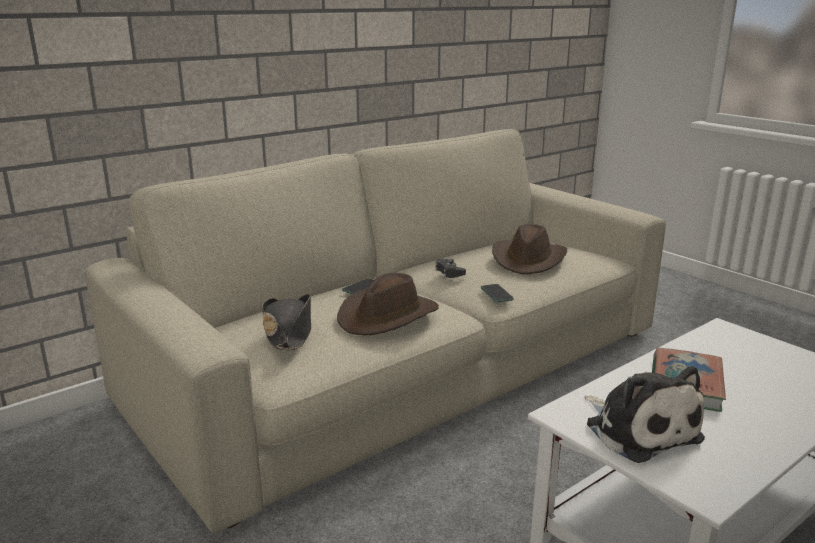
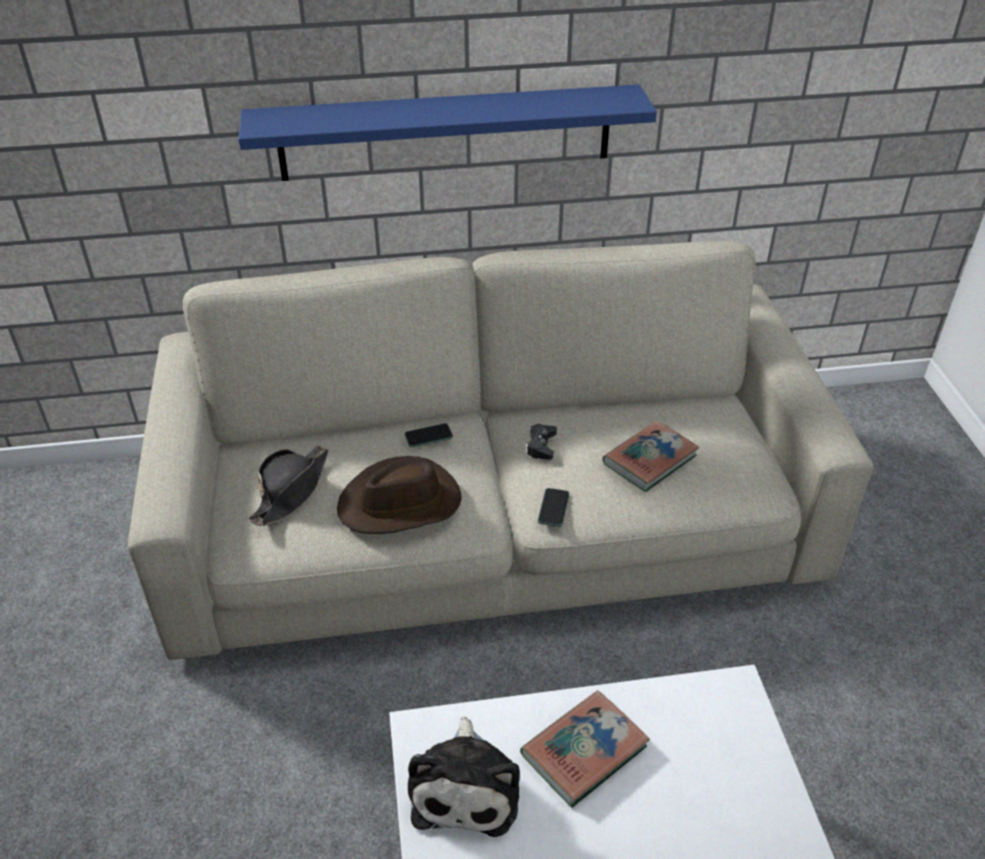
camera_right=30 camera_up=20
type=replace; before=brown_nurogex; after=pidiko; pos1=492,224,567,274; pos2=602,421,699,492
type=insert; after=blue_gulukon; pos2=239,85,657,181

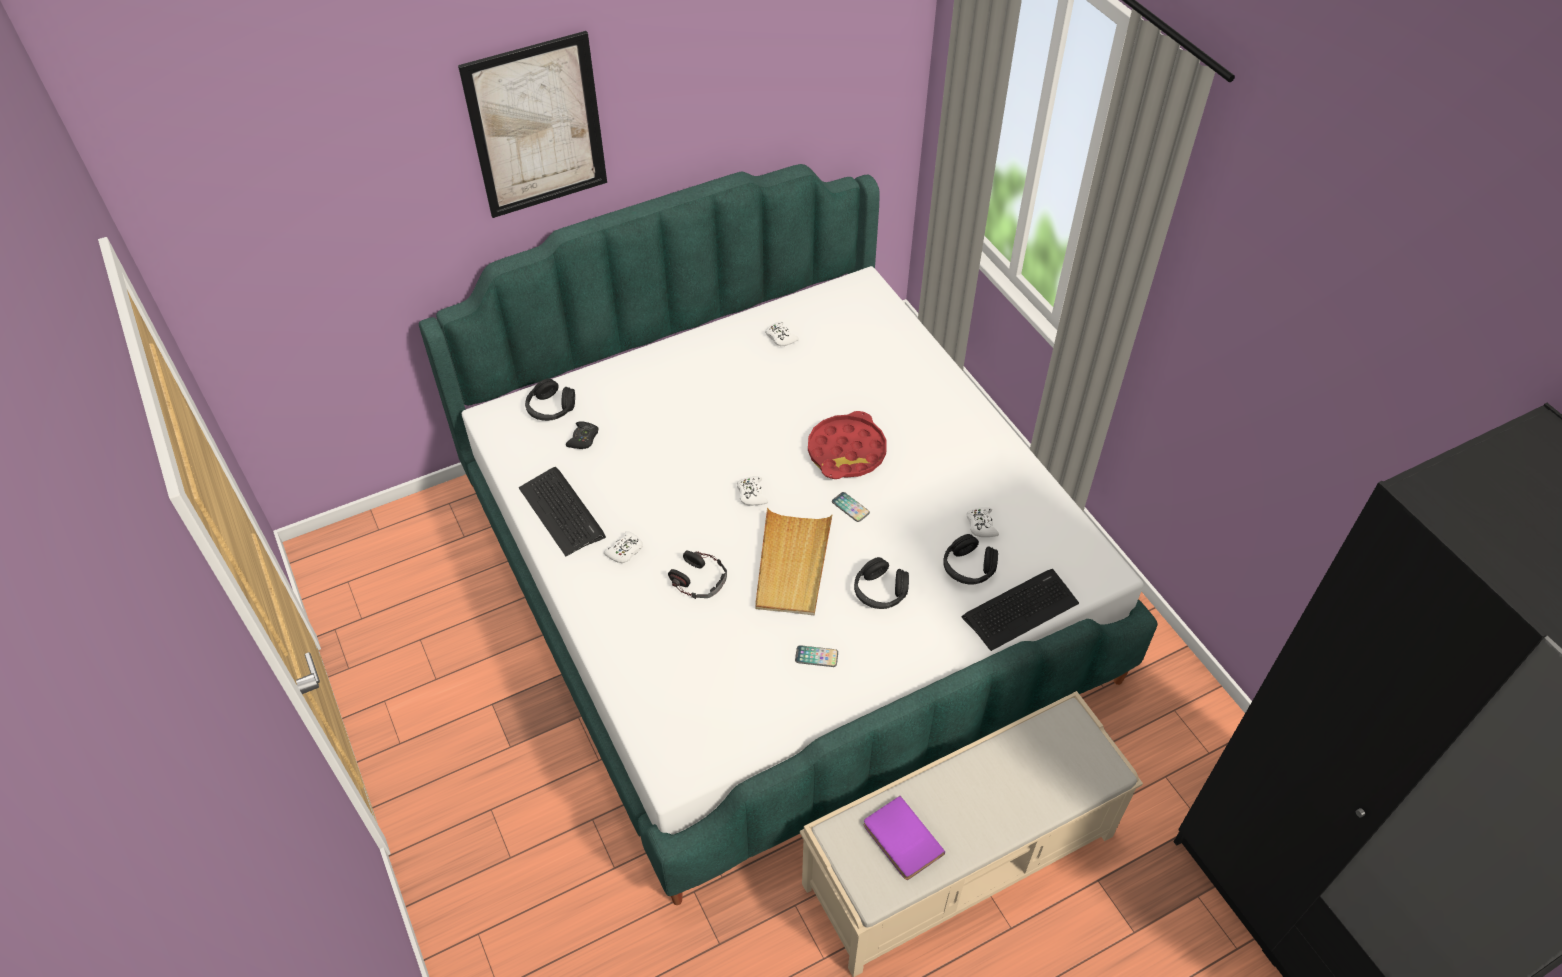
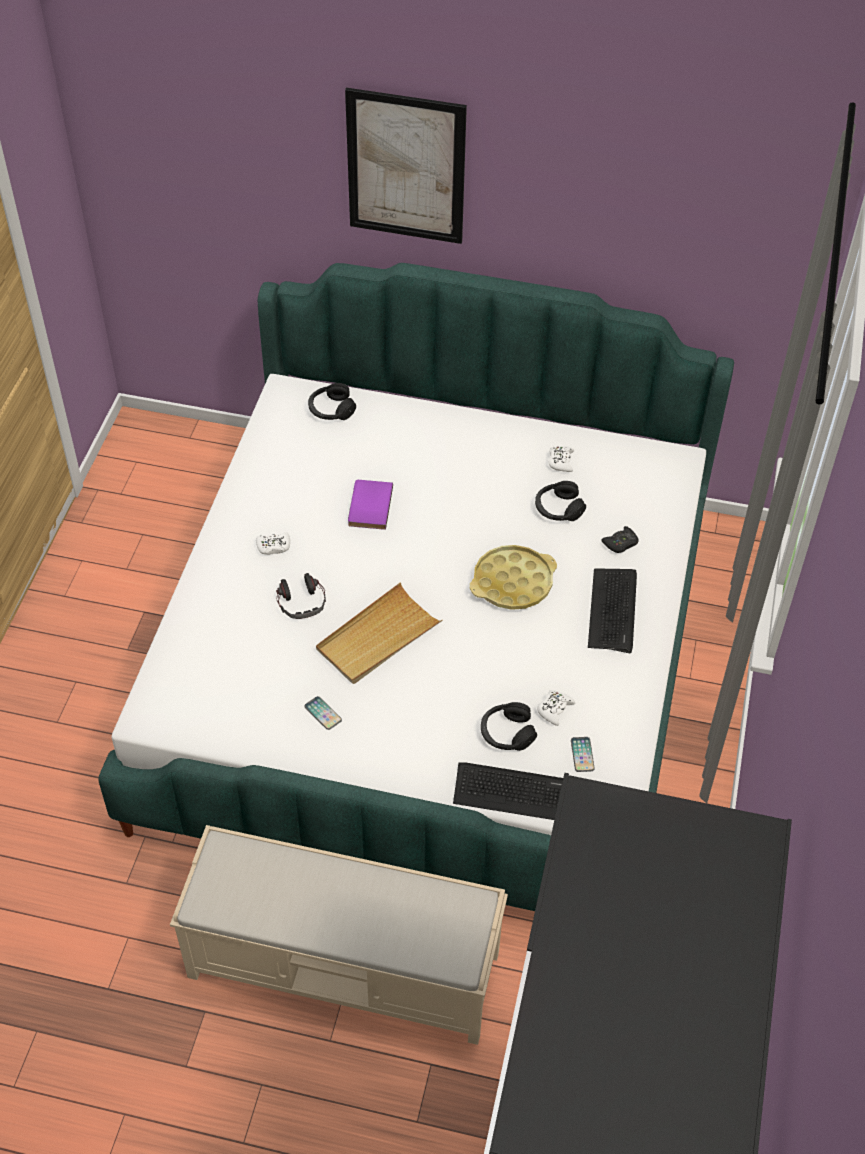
camera_right=40 camera_up=0
type=move; before=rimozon; pos1=519,467,606,556; pos2=588,568,637,653
type=move; before=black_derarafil; pos1=566,421,599,449; pos2=602,526,639,553
type=delete; before=white_derarafil; pos1=737,476,768,506
type=recolor; before=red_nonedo; after=yellow_nonedo; pos1=808,411,887,479; pos2=470,545,557,610
type=move; before=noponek; pos1=832,492,870,522; pos2=571,737,595,772
type=move; before=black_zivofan; pos1=854,557,909,609; pos2=535,481,586,521
type=move; before=purple_pidiko; pos1=864,796,945,880; pos2=348,480,393,530

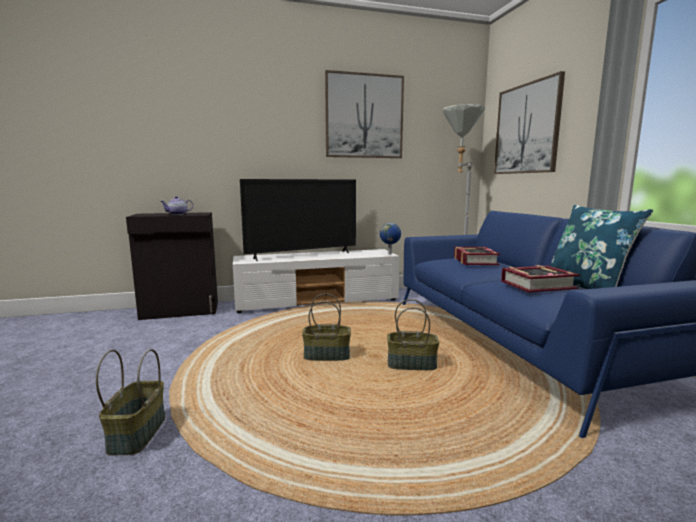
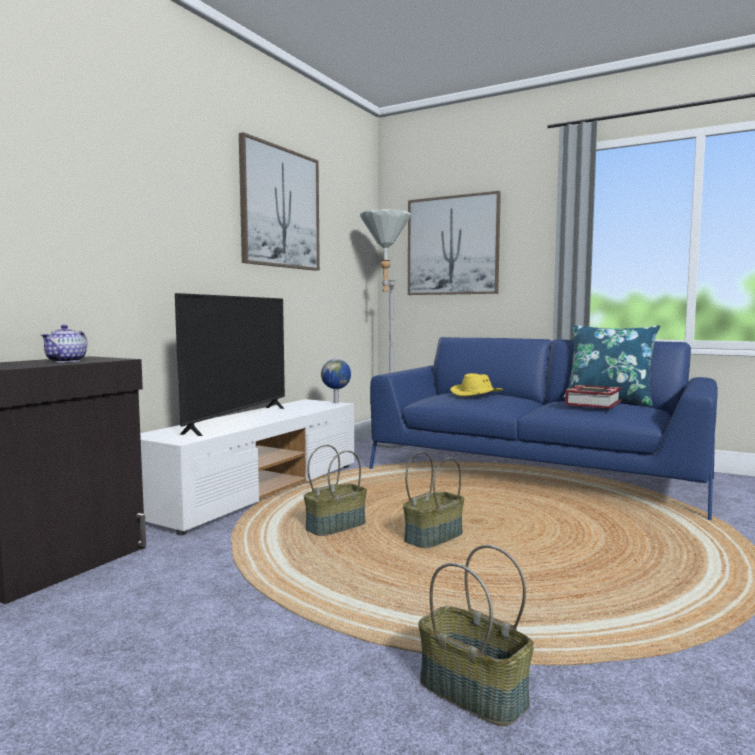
camera_right=-45 camera_up=-5
type=move; before=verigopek; pos1=387,299,439,370; pos2=304,445,367,536
type=replace; before=pidiko; after=yellow_nurogex; pos1=454,247,500,265; pos2=450,373,503,396

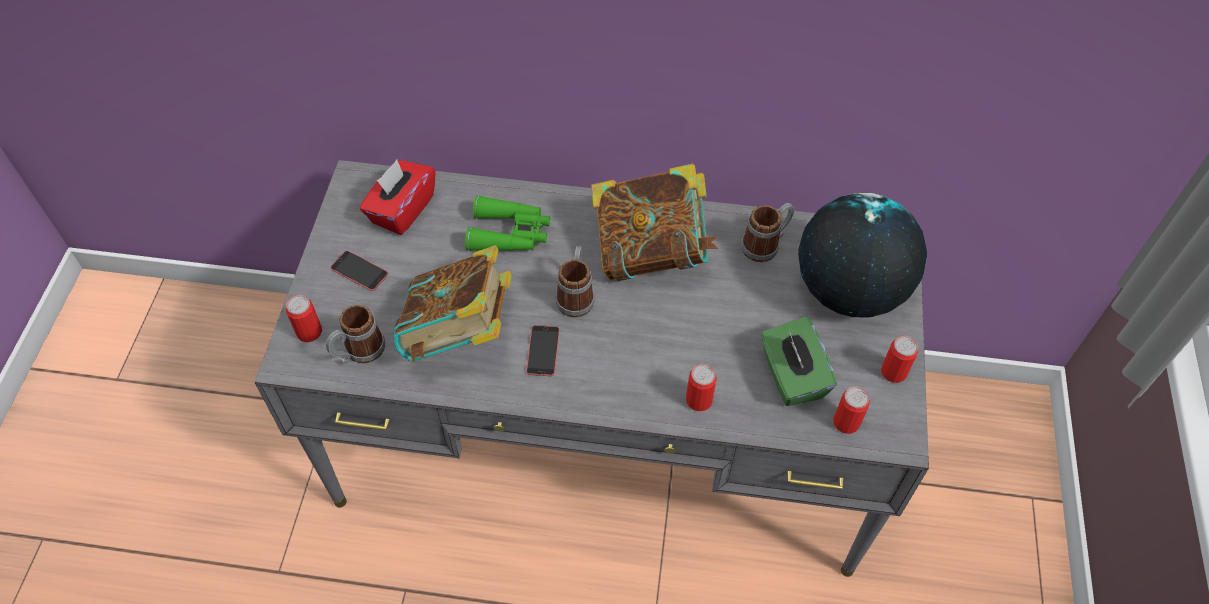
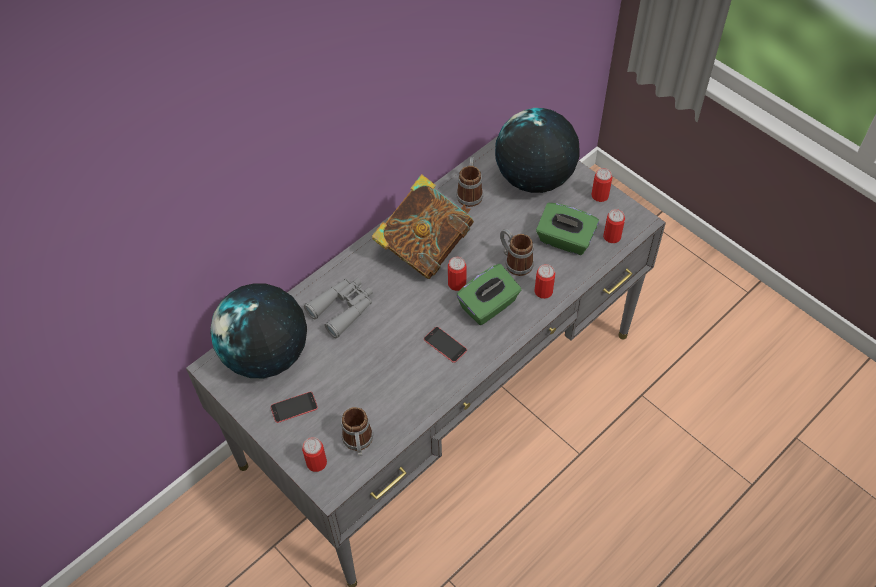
camera_right=-50 camera_up=0
type=replace; before=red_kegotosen; after=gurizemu; pos1=360,160,436,235; pos2=210,283,307,378
type=delete; before=pidiko; pos1=394,245,512,362
type=recolor; before=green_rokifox; after=grey_rokifox; pos1=465,195,550,251; pos2=304,278,373,338
type=move; before=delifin; pos1=556,246,595,317; pos2=500,229,534,276
type=insert; after=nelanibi; pos2=448,257,467,291
type=insert; after=green_kegotosen; pos2=457,264,521,325

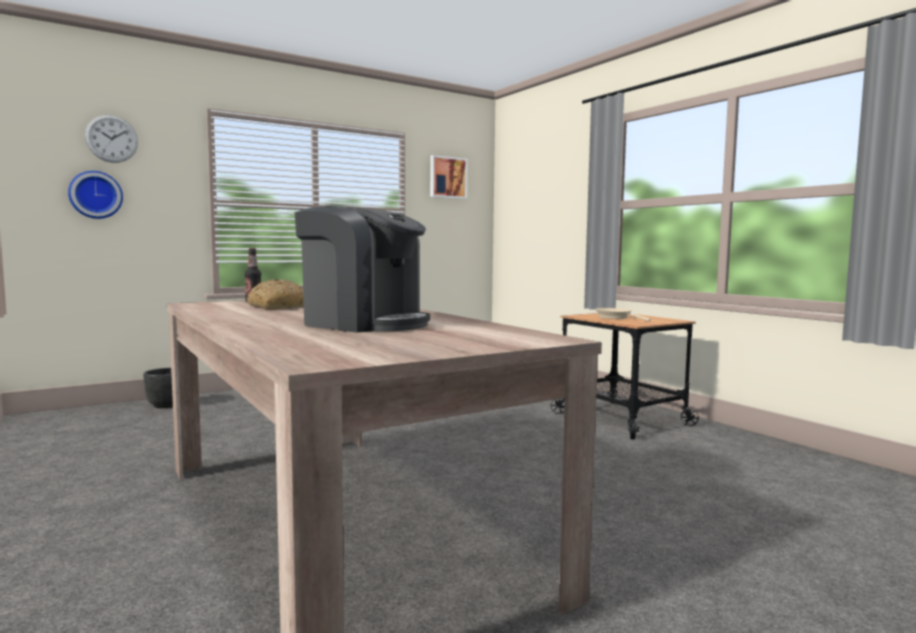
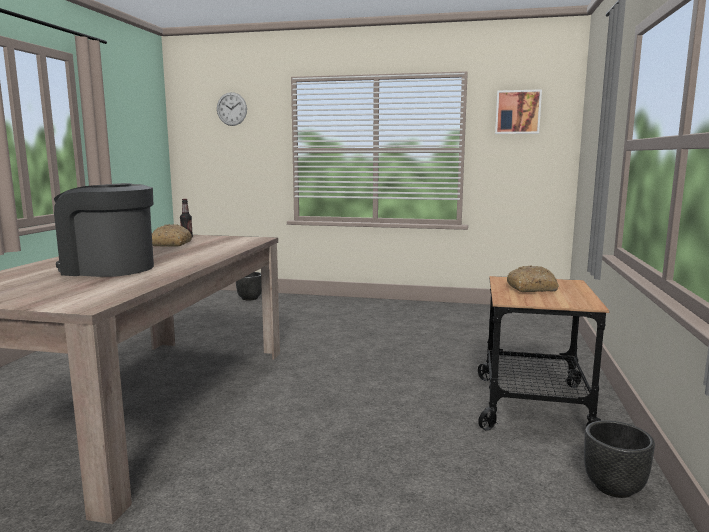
camera_right=45 camera_up=5
type=delete; before=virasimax; pos1=68,171,123,219
type=rotate; before=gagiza; pos1=295,206,430,333; pos2=54,183,154,277; turn=120
type=replace; before=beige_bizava; after=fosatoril; pos1=595,308,651,322; pos2=507,265,559,292
type=insert; after=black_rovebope; pos2=584,420,655,498

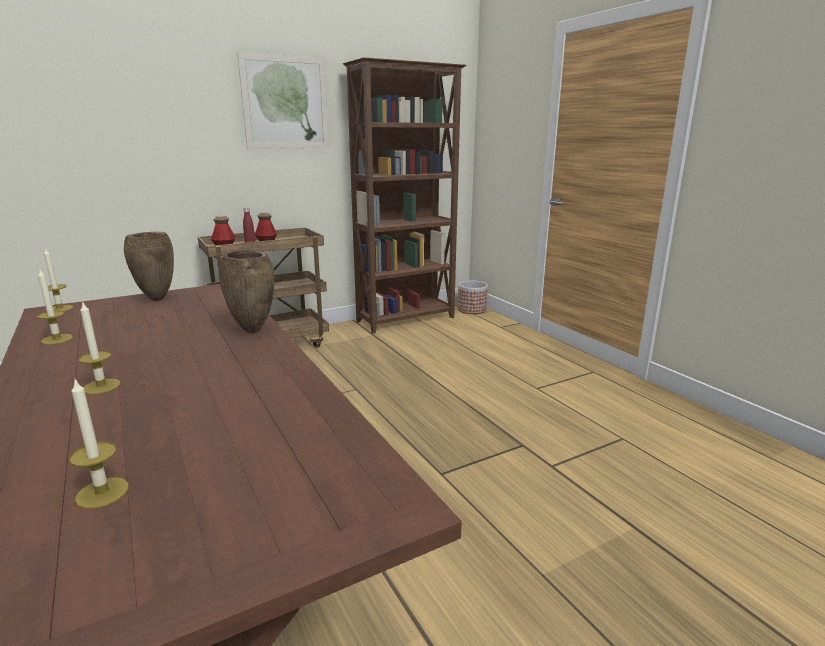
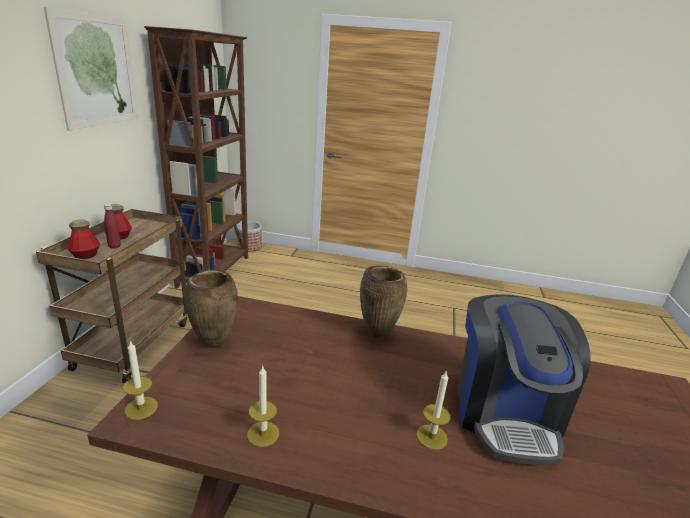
camera_right=-50 camera_up=5
type=delete; before=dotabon; pos1=69,379,129,509
type=insert; after=gagiza; pos2=458,294,591,465

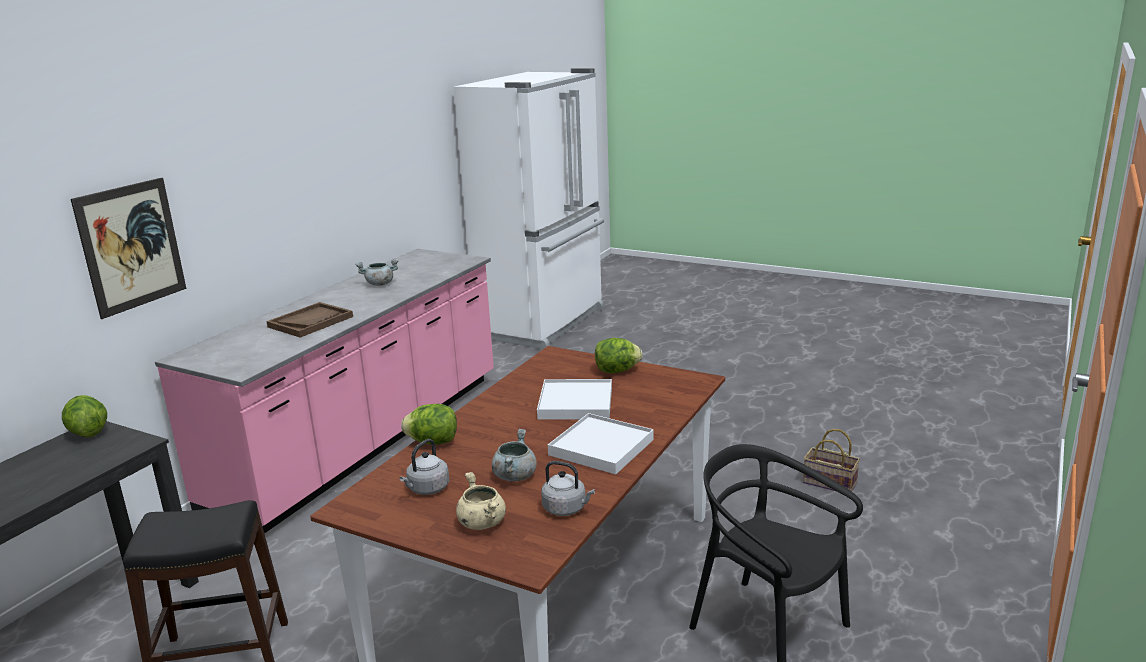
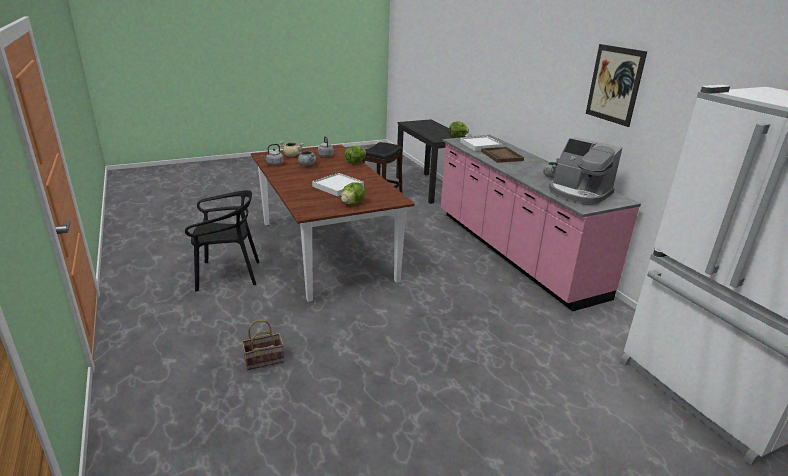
camera_right=125 camera_up=5
type=move; before=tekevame; pos1=71,178,186,319; pos2=586,44,647,127
type=move; before=white_nonedo; pos1=548,413,654,474; pos2=460,136,503,151
type=insert; after=gagiza; pos2=549,137,622,205

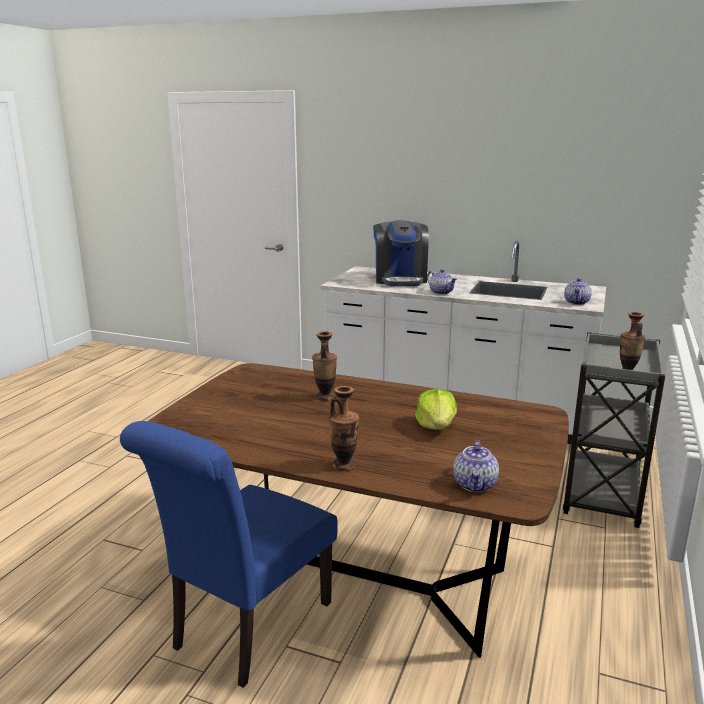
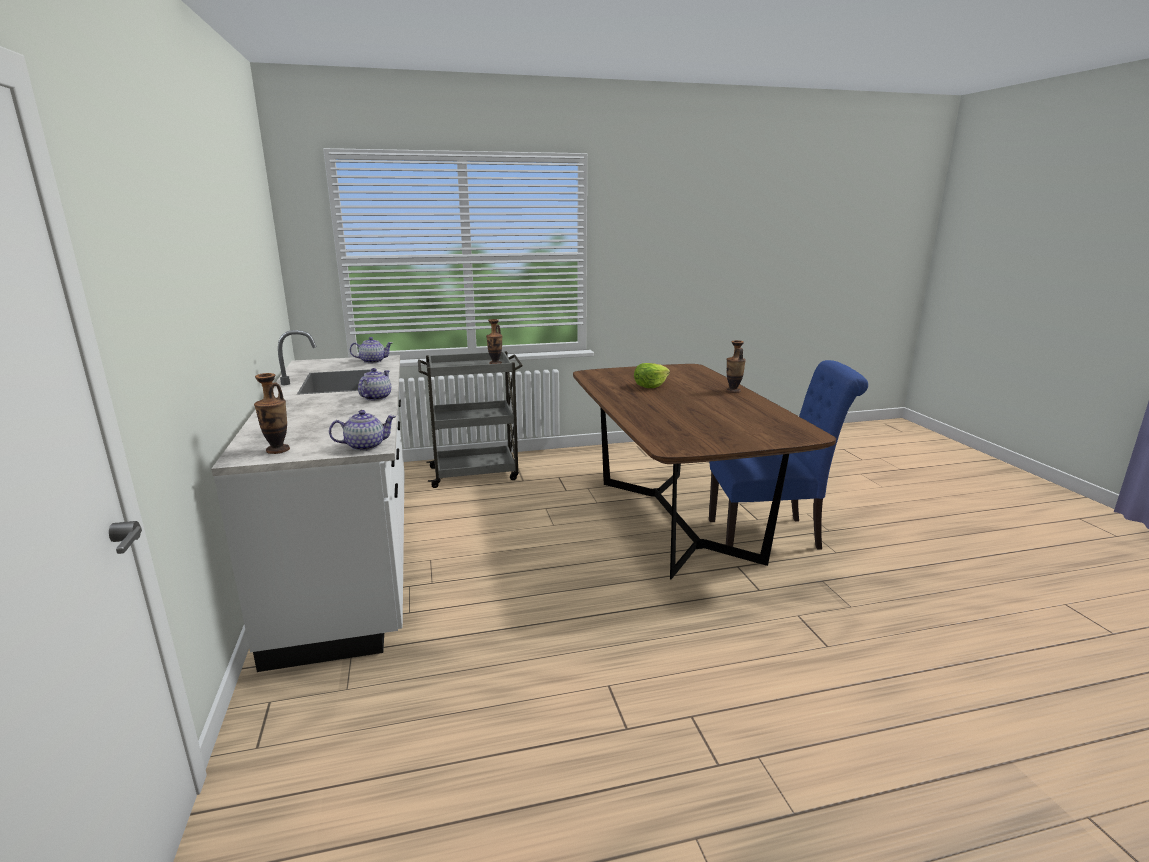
camera_right=-125 camera_up=0
type=move; before=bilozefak; pos1=312,332,337,401; pos2=254,373,290,454
type=delete; before=gagiza; pos1=373,220,429,286
type=move; before=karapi; pos1=453,440,499,492; pos2=329,410,396,451

